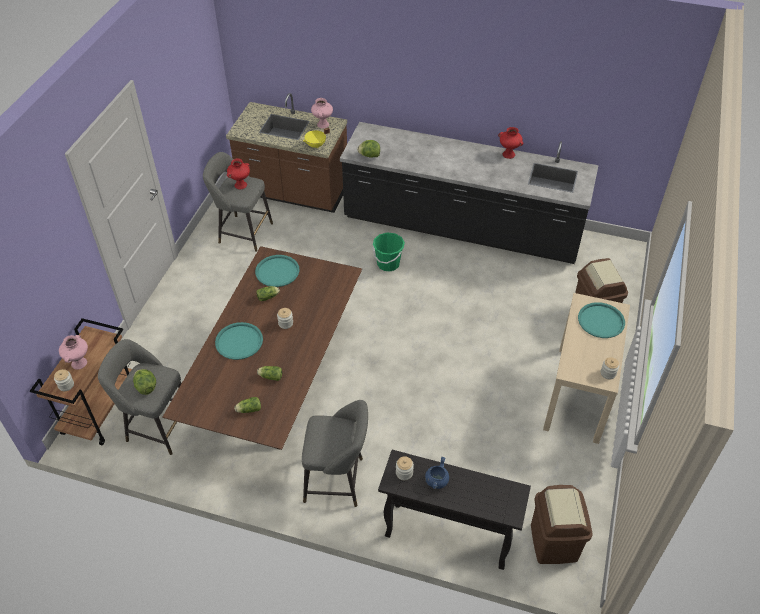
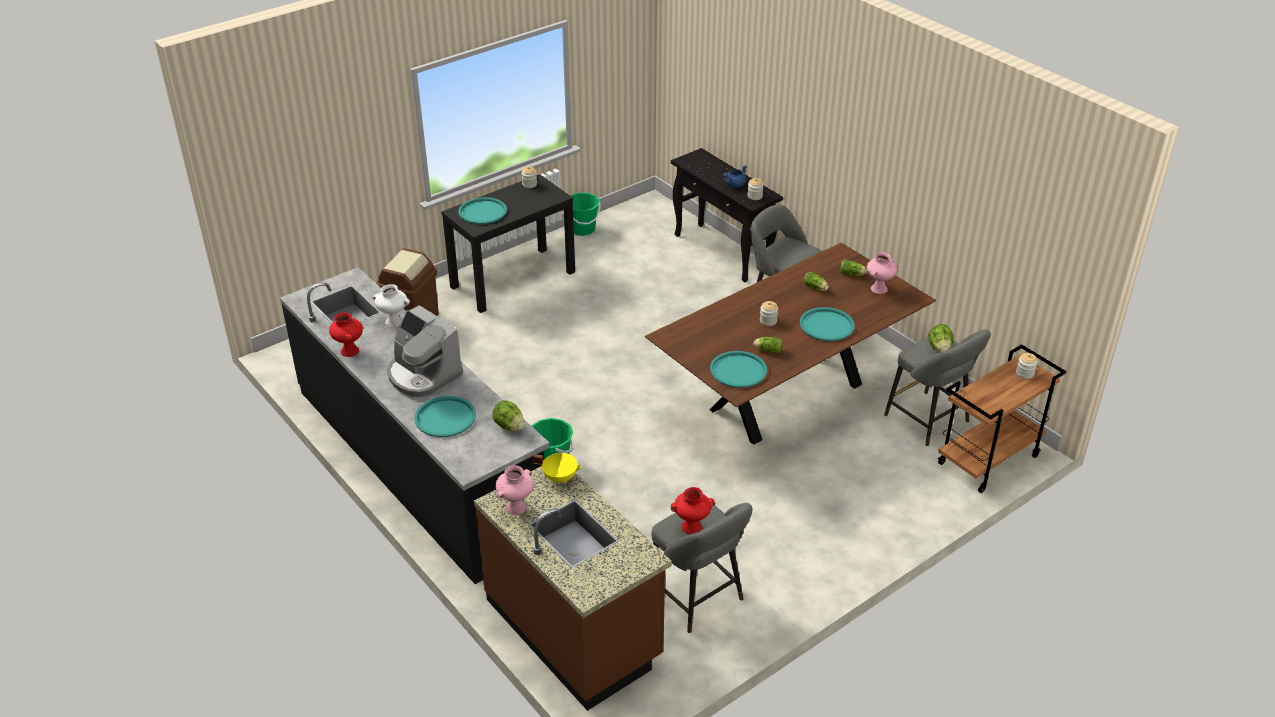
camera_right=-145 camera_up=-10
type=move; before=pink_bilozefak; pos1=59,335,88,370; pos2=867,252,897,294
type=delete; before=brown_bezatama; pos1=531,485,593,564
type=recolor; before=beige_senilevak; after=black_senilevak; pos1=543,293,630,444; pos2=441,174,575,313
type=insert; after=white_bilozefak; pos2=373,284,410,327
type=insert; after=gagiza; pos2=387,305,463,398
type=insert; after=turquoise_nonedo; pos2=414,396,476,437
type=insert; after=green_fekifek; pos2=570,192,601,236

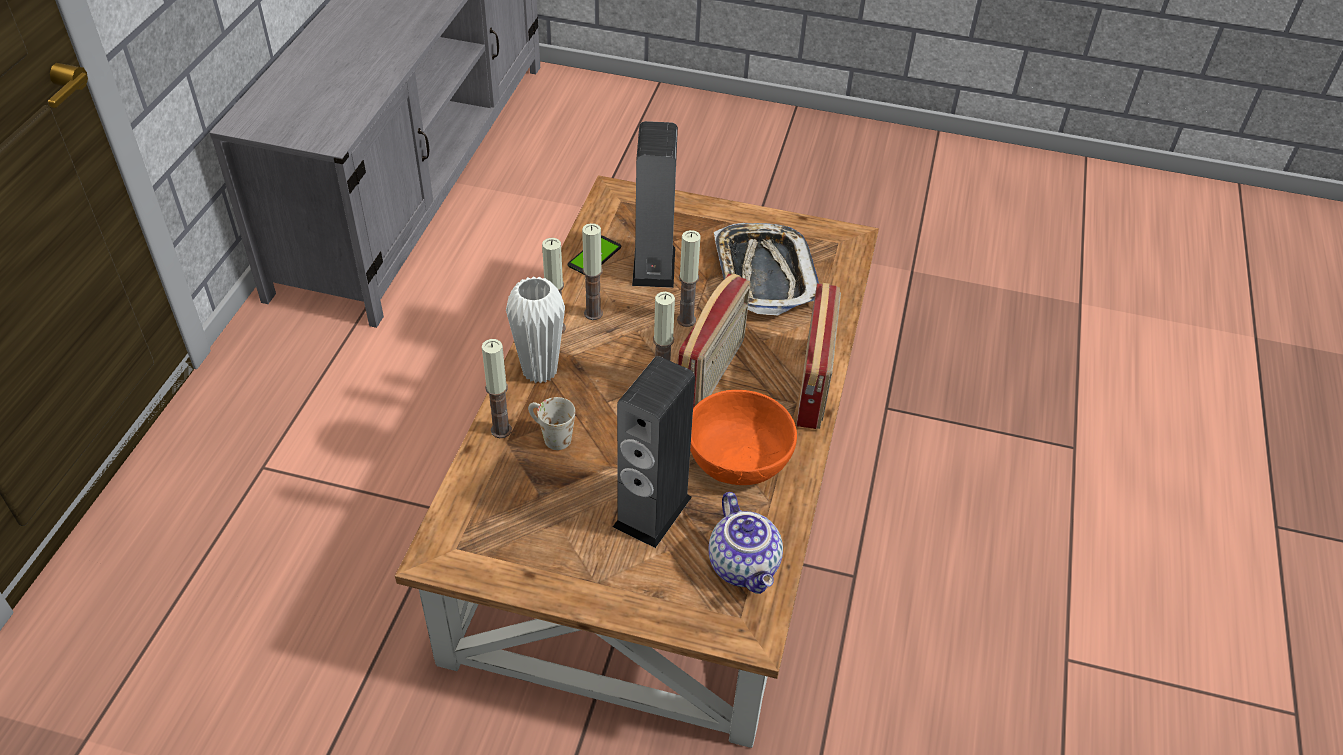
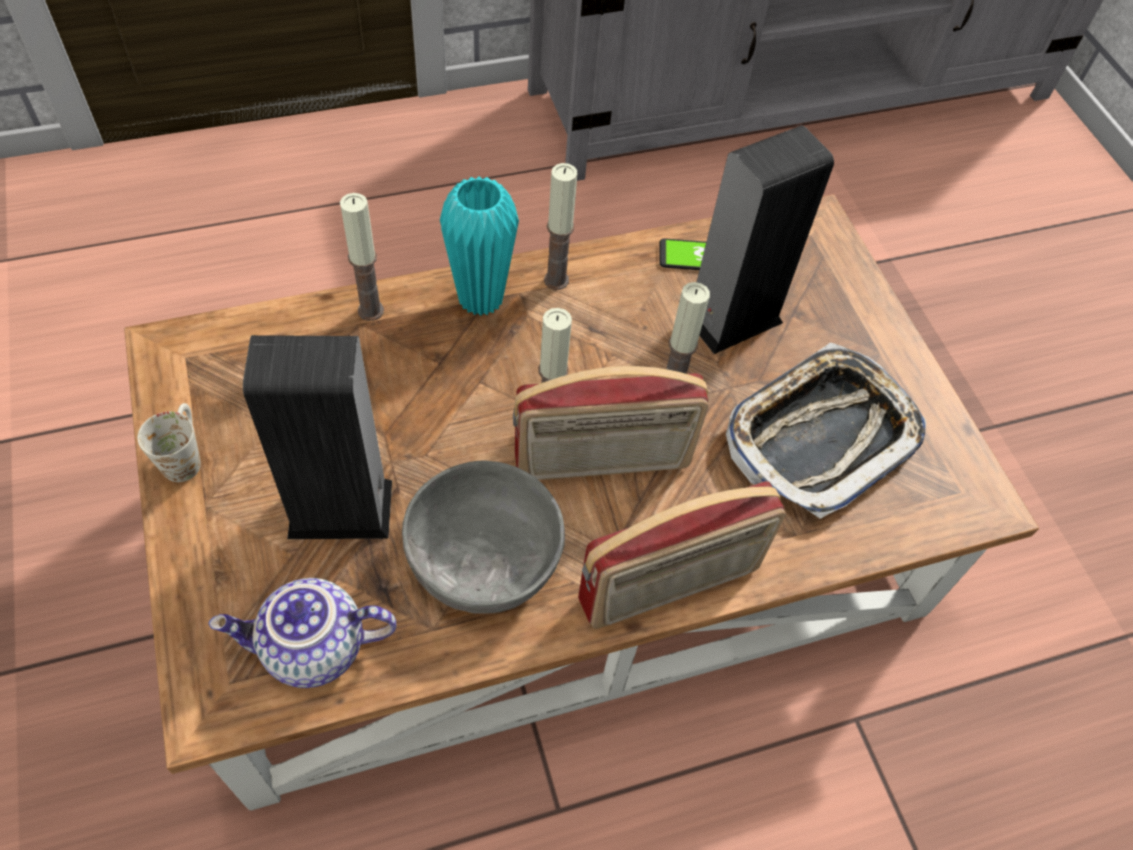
camera_right=55 camera_up=10
type=recolor; before=white_bilozefak; after=turquoise_bilozefak; pos1=506,276,565,383; pos2=440,176,519,316
type=move; before=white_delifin; pos1=528,397,575,450; pos2=138,403,201,482
type=delete; before=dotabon; pos1=582,223,603,320
type=recolor; before=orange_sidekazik; after=grey_sidekazik; pos1=690,390,797,485; pos2=402,461,565,614
type=rotate; before=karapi; pos1=709,492,783,594; pos2=209,578,396,688; turn=45

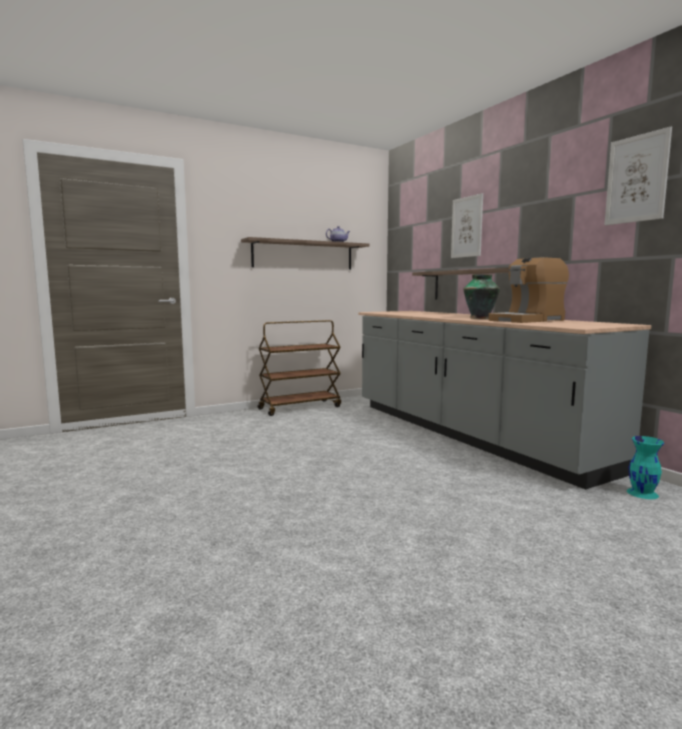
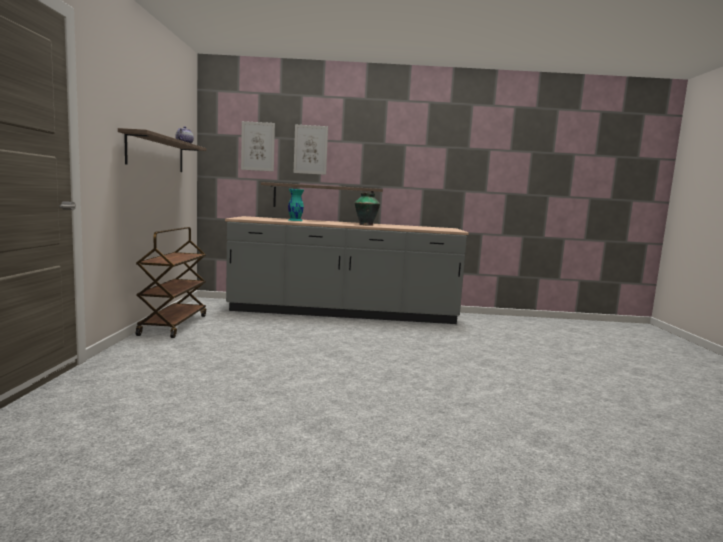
camera_right=-60 camera_up=0
type=delete; before=gagiza; pos1=488,257,569,323
type=move; before=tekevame; pos1=604,127,672,225; pos2=241,121,275,172
type=move; before=turquoise_bilozefak; pos1=627,436,664,499; pos2=288,189,304,221

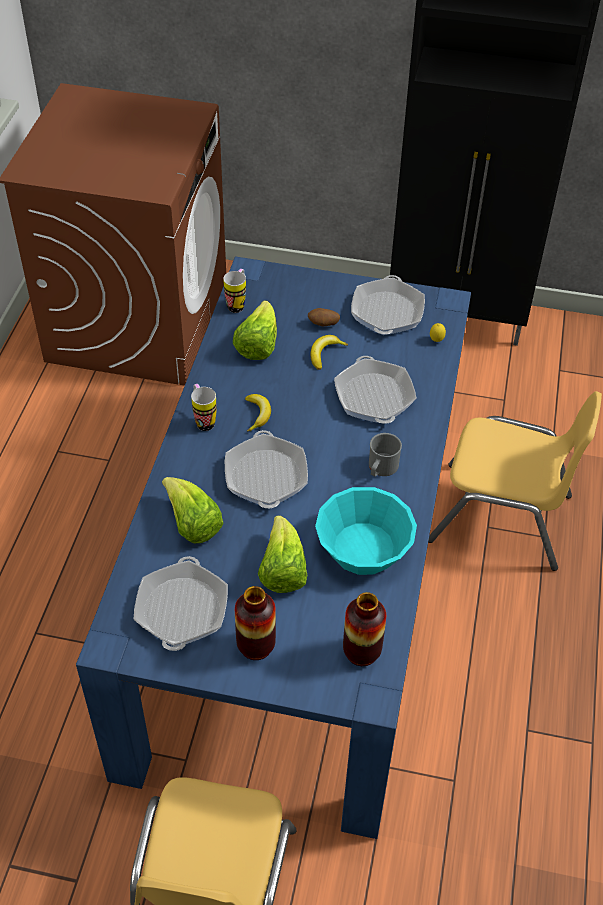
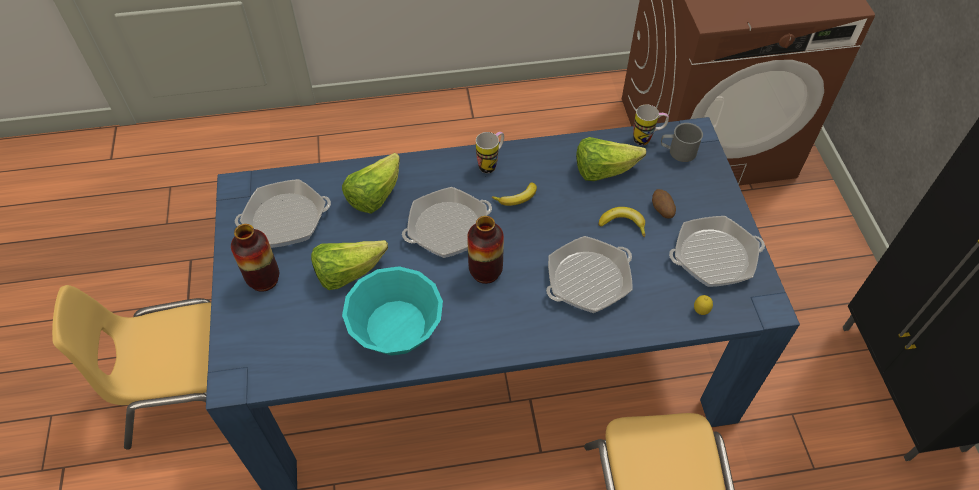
camera_right=70 camera_up=5
type=move; before=bilozefak; pos1=343,592,386,666; pos2=467,216,504,284
type=move; before=grey_delifin; pos1=369,433,402,476; pos2=661,123,703,162

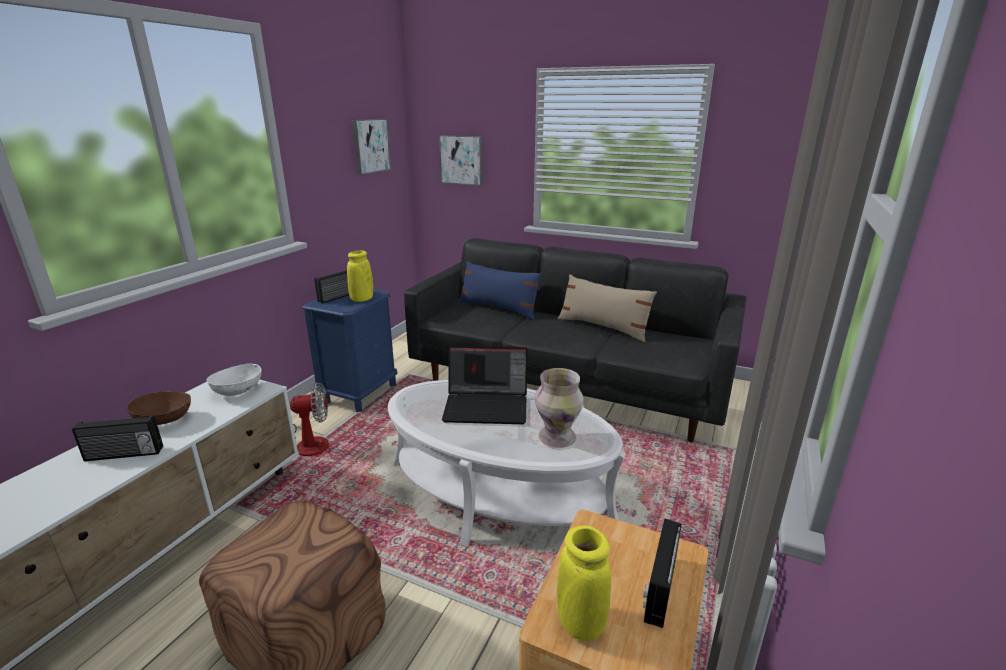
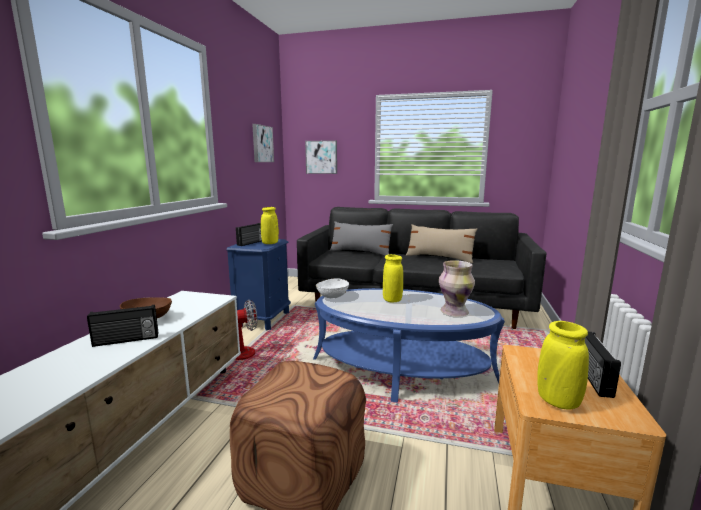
camera_right=-10 camera_up=-10
type=move; before=white_sidekazik; pos1=206,363,262,396; pos2=316,278,349,298
type=recolor; before=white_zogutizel; after=blue_zogutizel; pos1=388,380,626,547; pos2=313,288,505,403
type=replace; before=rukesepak; after=yellow_bilozefak; pos1=442,346,528,424; pos2=383,254,403,302
type=recolor; before=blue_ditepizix; after=grey_ditepizix; pos1=458,261,542,319; pos2=330,221,393,256

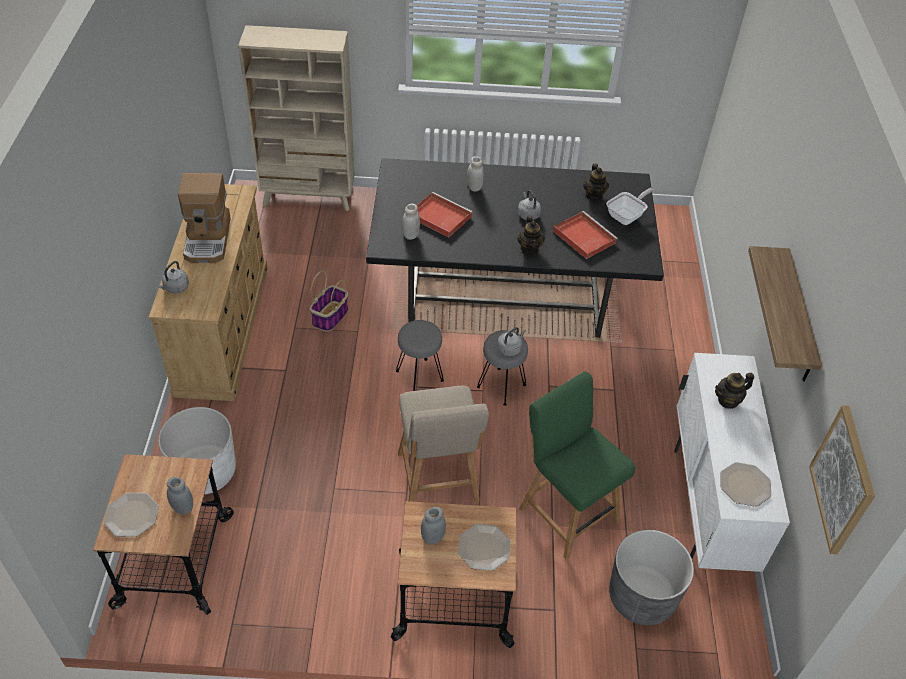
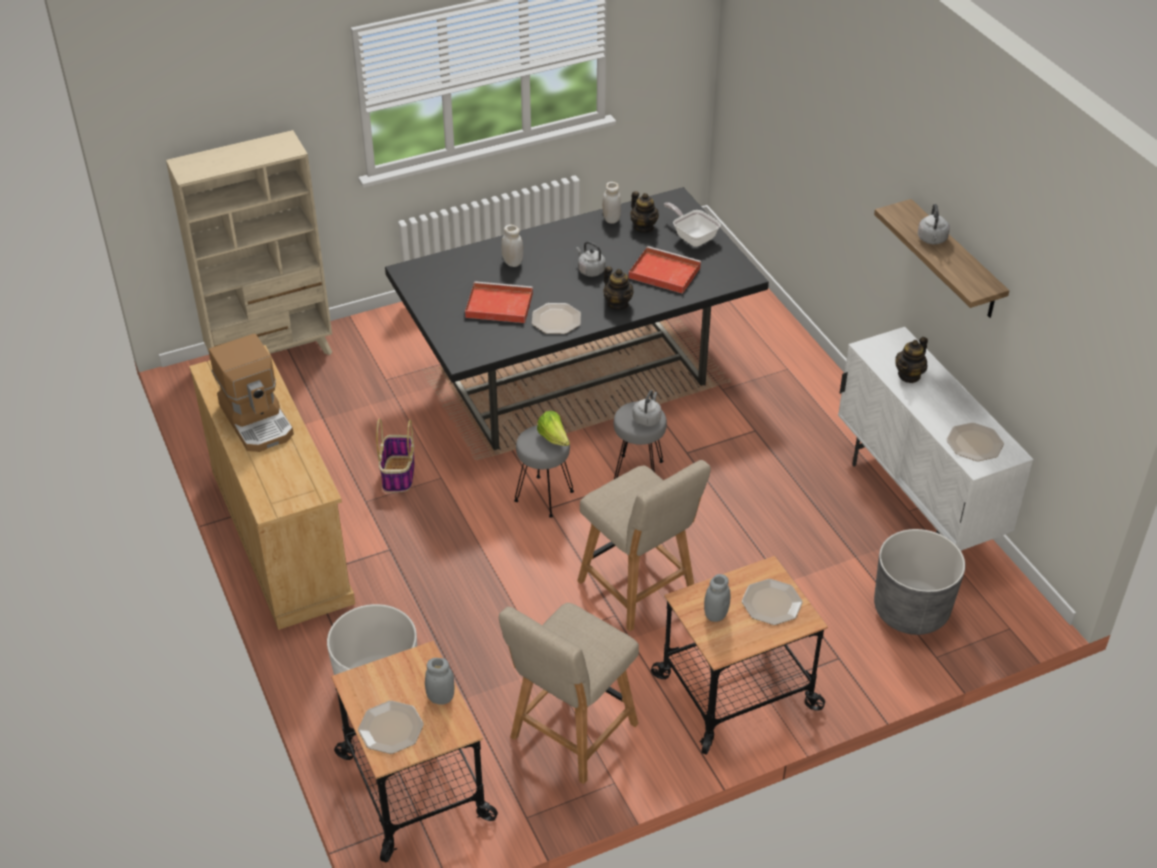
camera_right=-25 camera_up=-5
type=move; before=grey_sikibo; pos1=158,261,189,293; pos2=918,204,950,244
type=move; before=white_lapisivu; pos1=402,204,420,240; pos2=602,182,621,224
type=delete; before=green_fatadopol; pos1=519,371,635,560
type=rotate; before=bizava; pos1=607,188,654,225; pos2=664,202,721,247; turn=-60
type=delete; before=tekevame; pos1=809,406,875,554
type=insert; after=beige_fatadopol; pos2=499,603,639,784
type=insert; after=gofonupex; pos2=532,303,581,334
type=insert; after=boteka; pos2=537,411,570,446

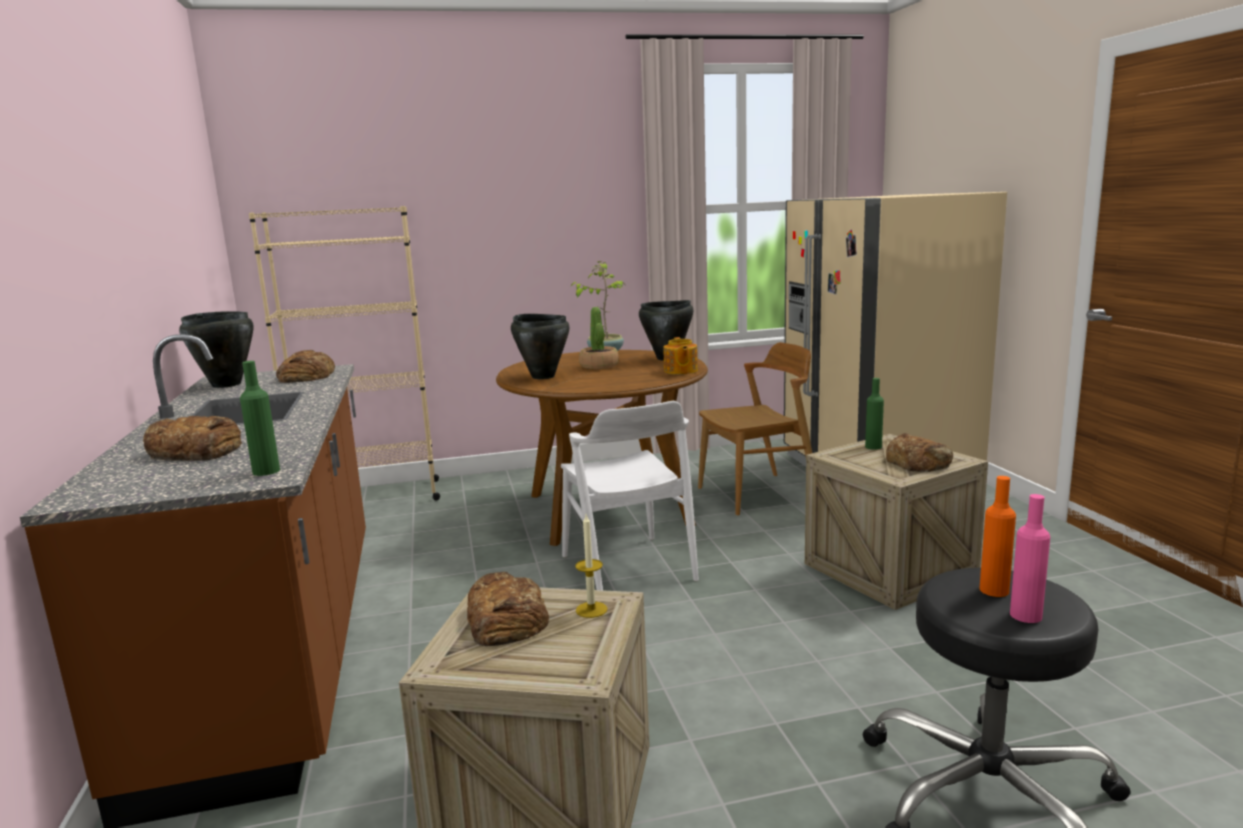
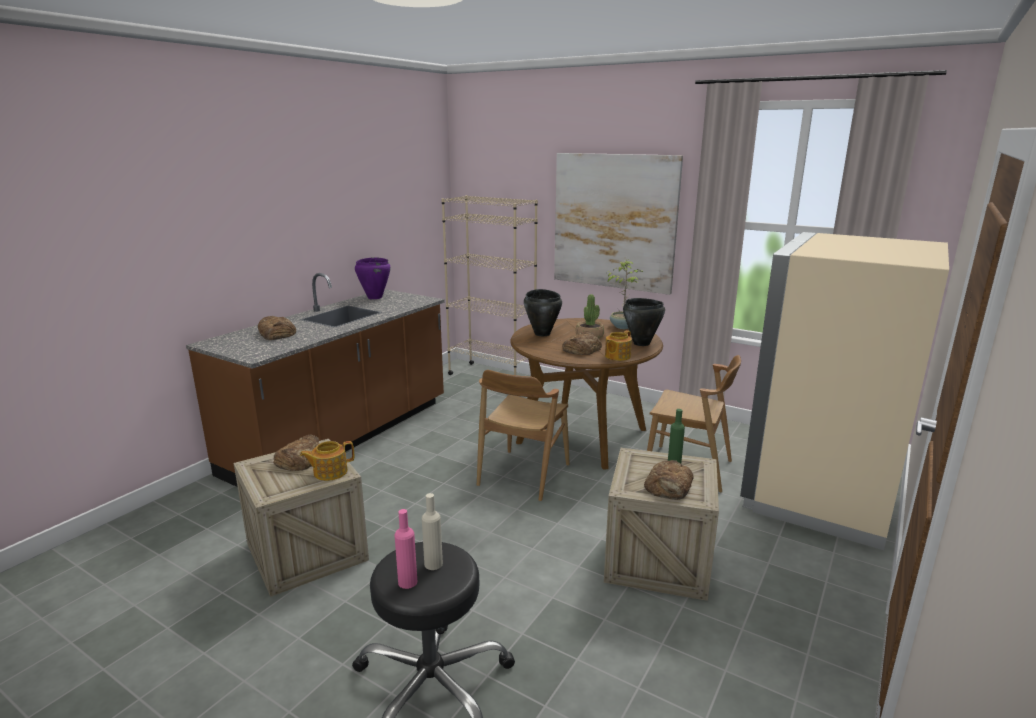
camera_right=45 camera_up=5
type=recolor; before=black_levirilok; after=purple_levirilok; pos1=179,311,253,388; pos2=355,257,390,299
type=delete; before=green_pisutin; pos1=240,361,280,476
type=move; before=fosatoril; pos1=276,350,335,383; pos2=563,331,602,355
type=recolor; before=white_fatadopol; after=brown_fatadopol; pos1=561,401,699,590; pos2=477,370,570,501
type=replace; before=dotabon; after=karapi; pos1=575,515,608,618; pos2=300,441,354,481
type=recolor; before=orange_pisutin; after=beige_pisutin; pos1=979,476,1016,597; pos2=422,493,443,570
type=insert; after=tekevame; pos2=554,153,683,295

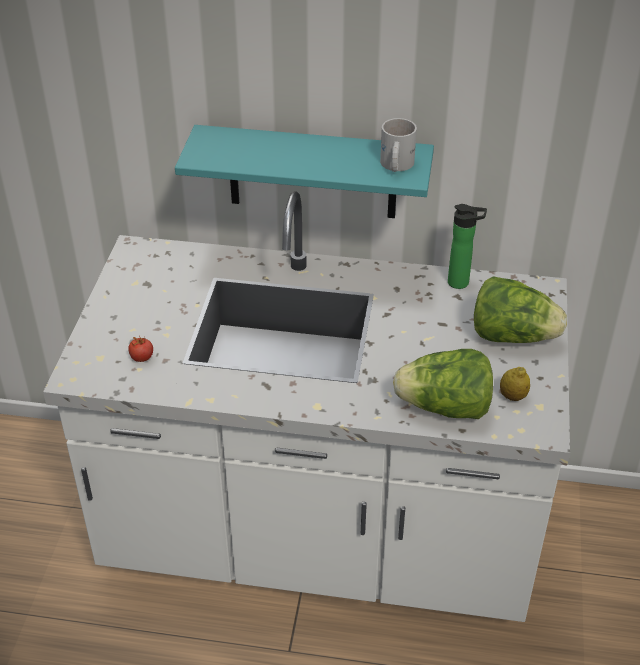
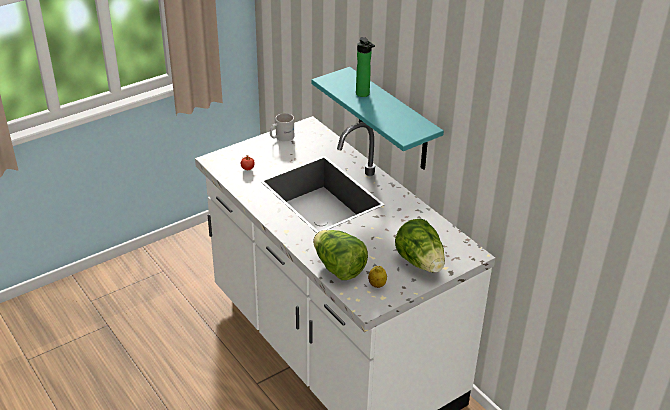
camera_right=45 camera_up=-5
type=move; before=white_delifin; pos1=380,118,417,172; pos2=270,113,294,141
type=move; before=pisutin; pos1=448,204,487,289; pos2=356,37,375,97

